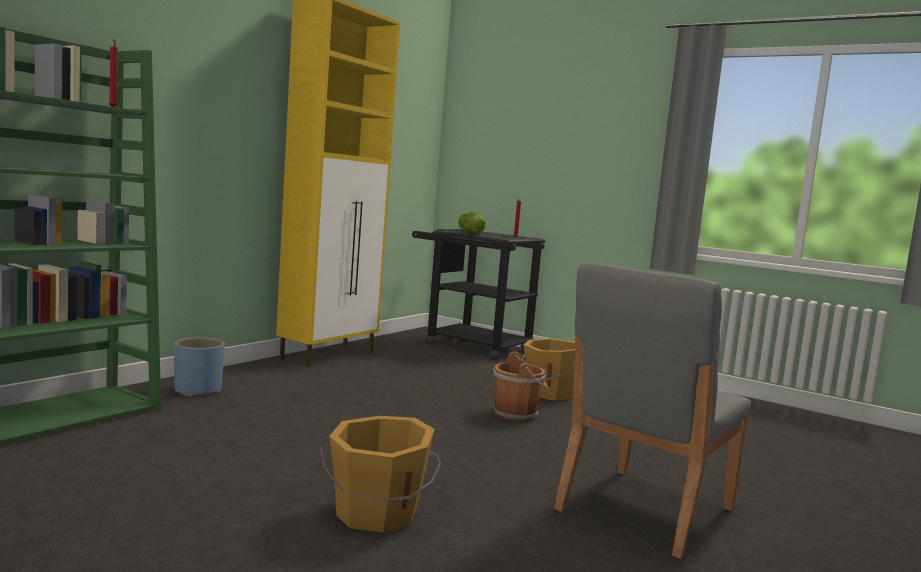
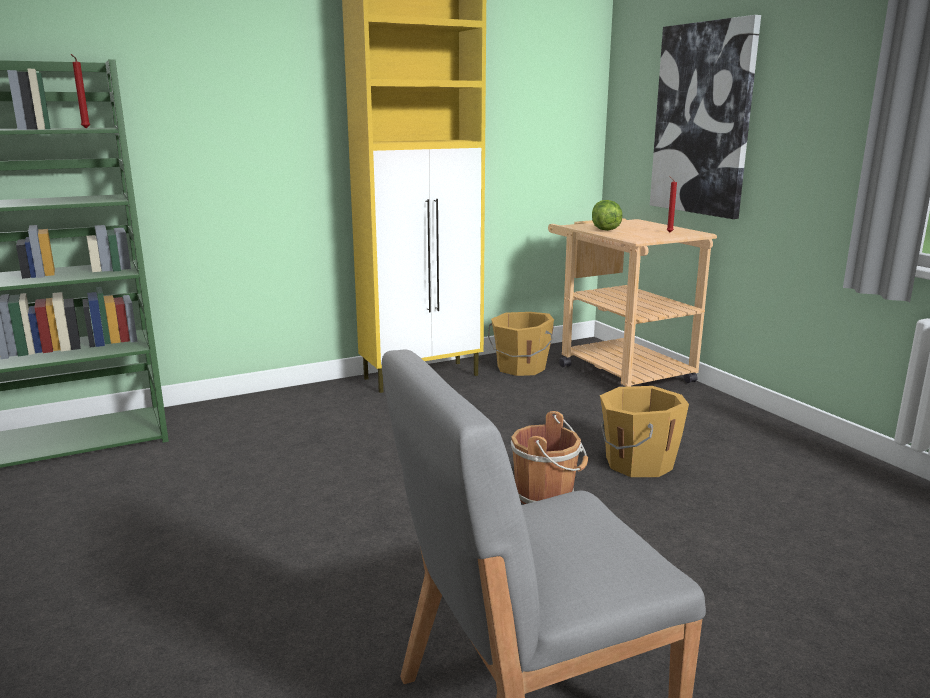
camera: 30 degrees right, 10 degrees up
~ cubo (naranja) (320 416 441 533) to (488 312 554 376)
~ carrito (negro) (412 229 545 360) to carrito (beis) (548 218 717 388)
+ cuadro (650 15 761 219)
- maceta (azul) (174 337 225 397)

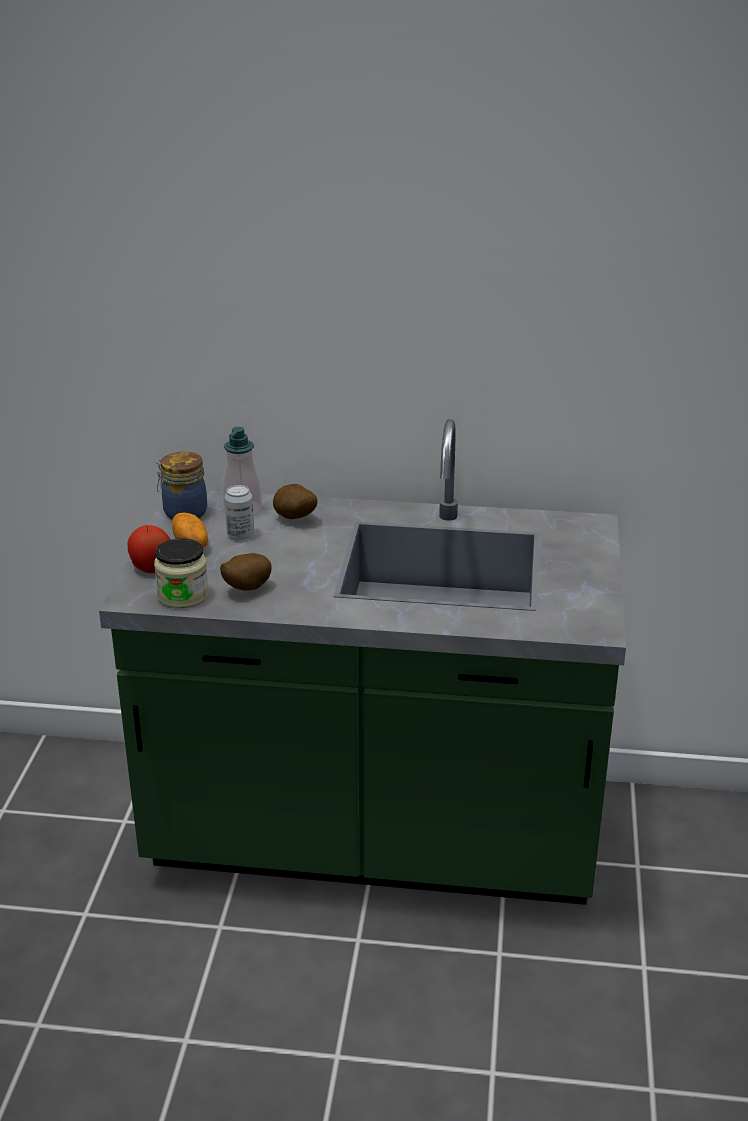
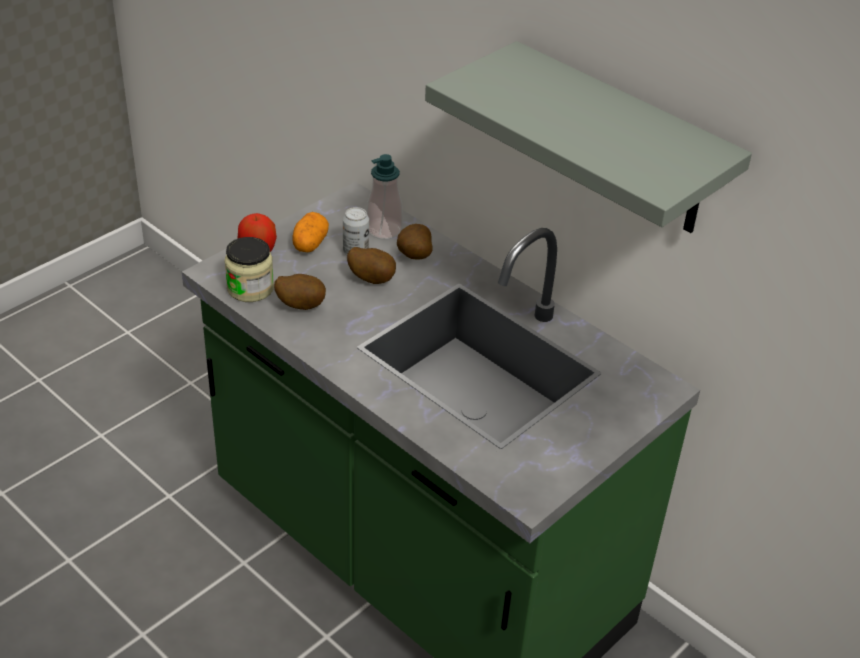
camera: 35 degrees right, 10 degrees up
+ patata (347 247 396 284)
+ estante (gris) (425 41 752 233)
- tarro (156 451 207 519)

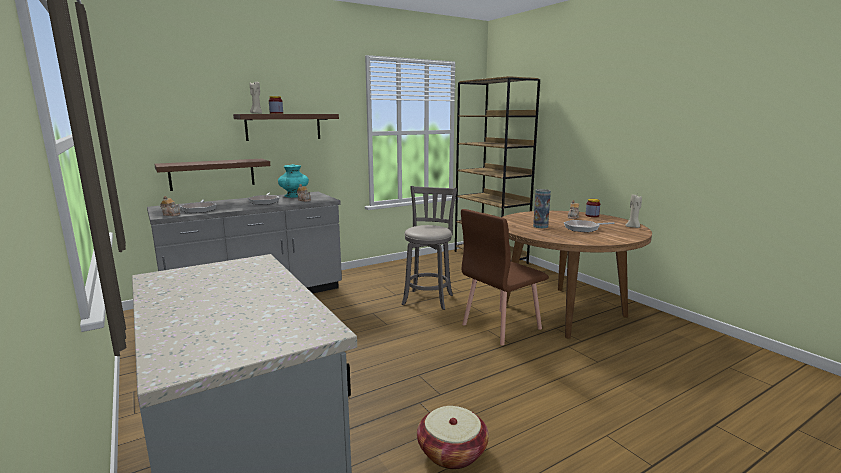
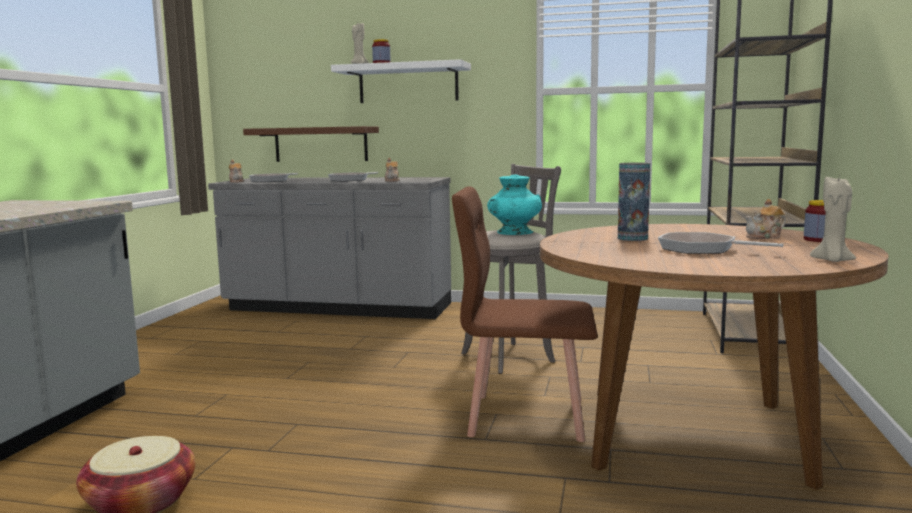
camera: 45 degrees right, 5 degrees down
~ estante (marrón) (233 114 339 141) to estante (blanco) (331 59 471 103)
~ florero (turquesa) (278 164 309 198) to (487 175 542 235)

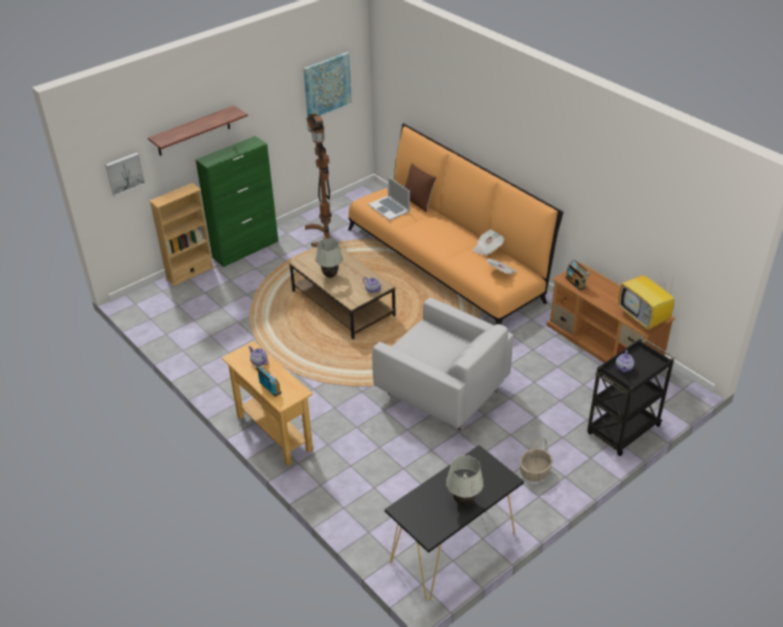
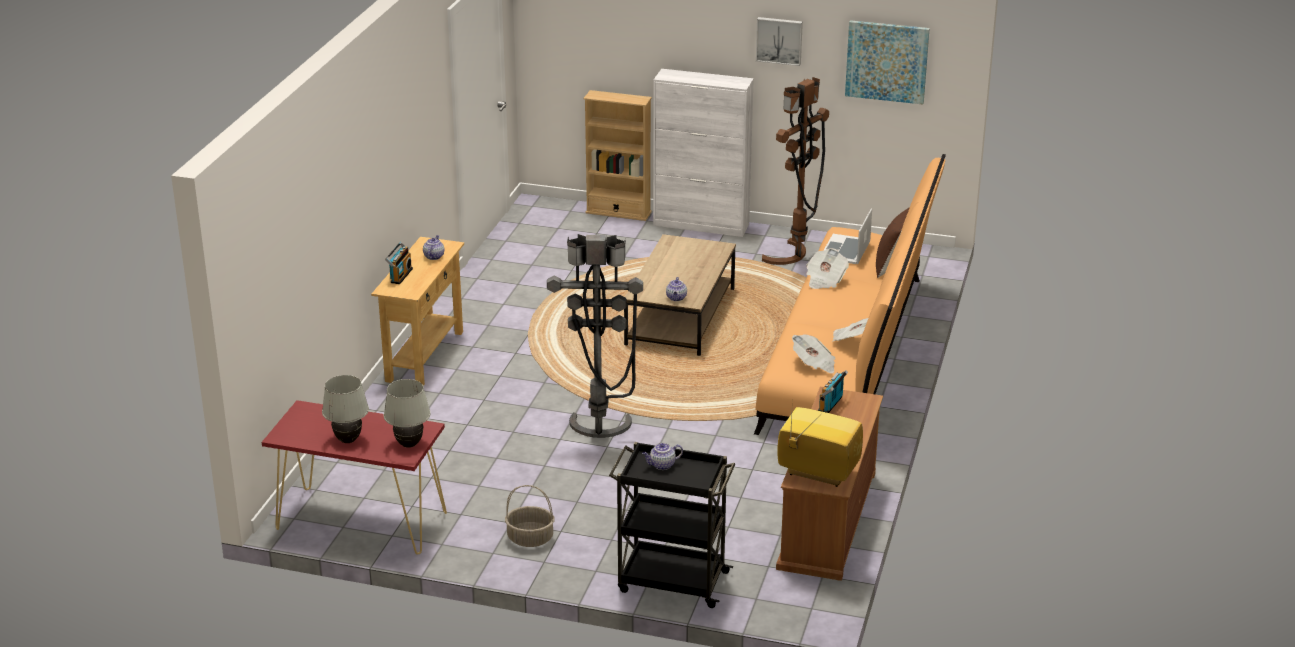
camera: 55 degrees right, 10 degrees down
~ mesa consola (negro) (385 445 524 600) to mesa consola (rojo) (262 400 447 555)
~ lámpara de mesa (blanco) (315 238 343 278) to (384 379 431 448)
~ sillón (blanco) (372 298 513 430) to lámpara de pie (gris) (547 234 643 438)
~ armario (verde) (195 136 278 267) to armario (blanco) (653 69 754 237)
~ cuadro (105 153 145 196) to (756 17 803 66)
~ televisor (618 271 675 331) = (777 396 863 487) 90 degrees clockwise
+ periódico (806 248 849 289)
- estante (148 106 248 156)

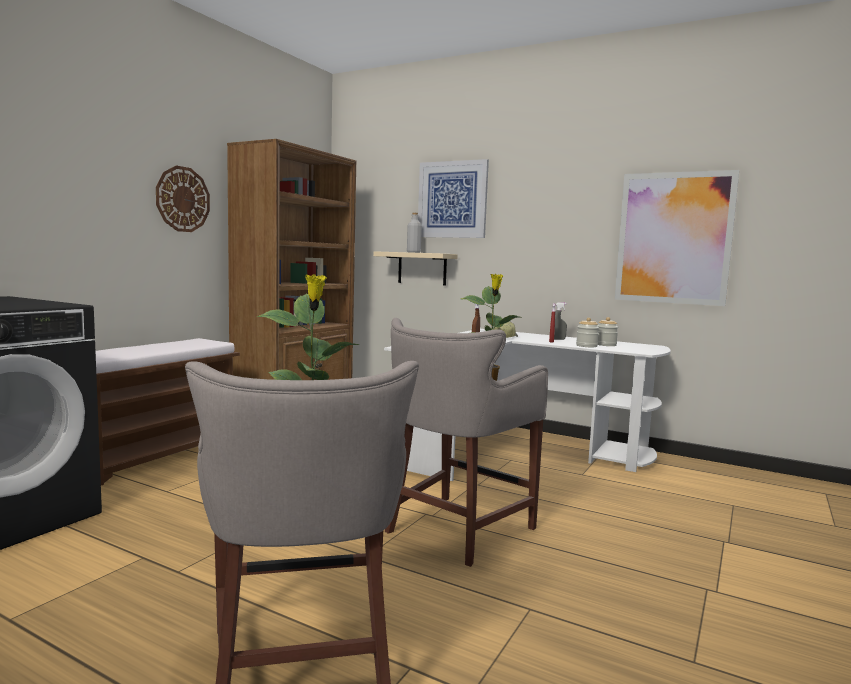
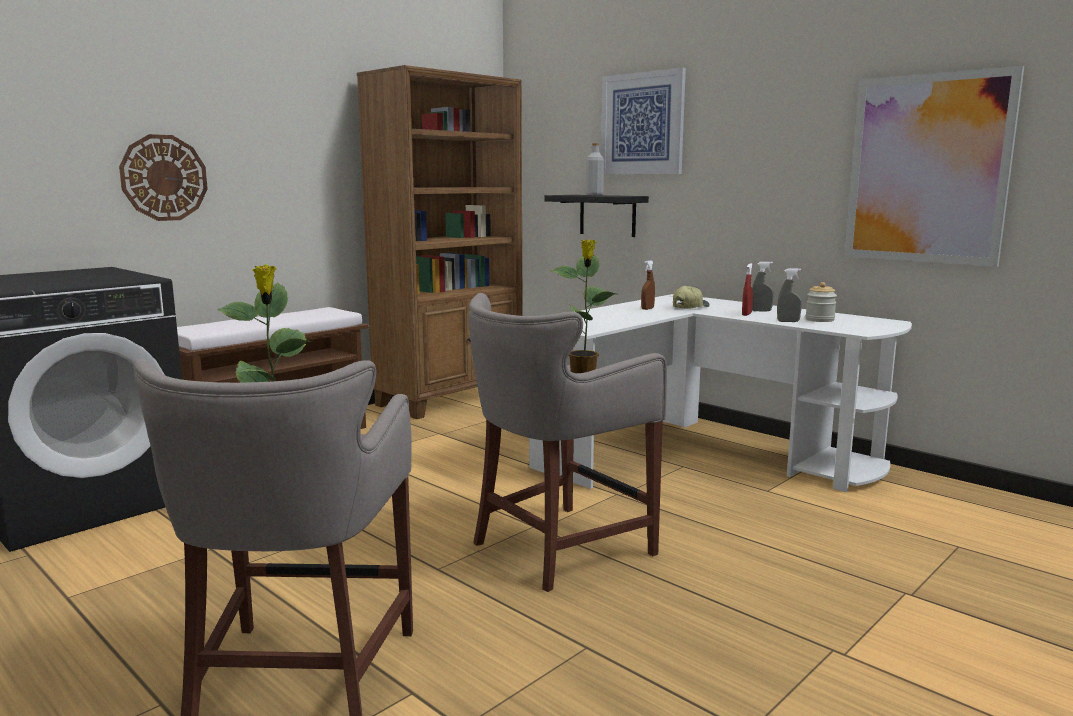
camera: 15 degrees right, 5 degrees up
~ reloj de pared (156 166 210 232) to (119 134 208 221)
~ estante (beis) (373 251 458 286) to estante (negro) (545 195 649 237)
~ tarro (576 318 599 347) to pulverizador (gris) (777 268 802 322)

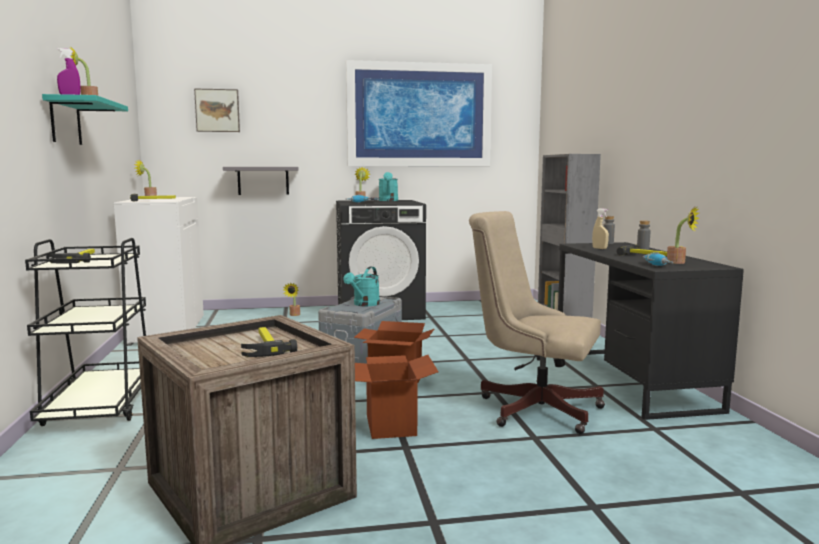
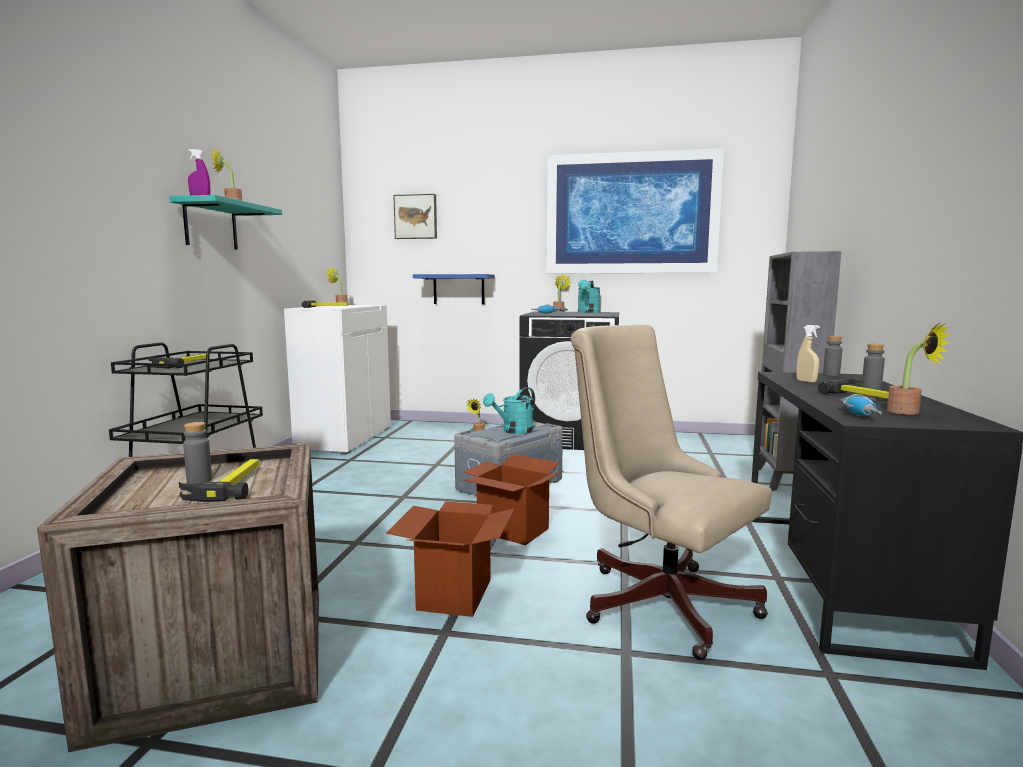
camera: 20 degrees right, 0 degrees up
+ botella (gris) (183 422 212 484)
~ estante (gris) (223 167 299 195) to estante (azul) (413 274 495 304)

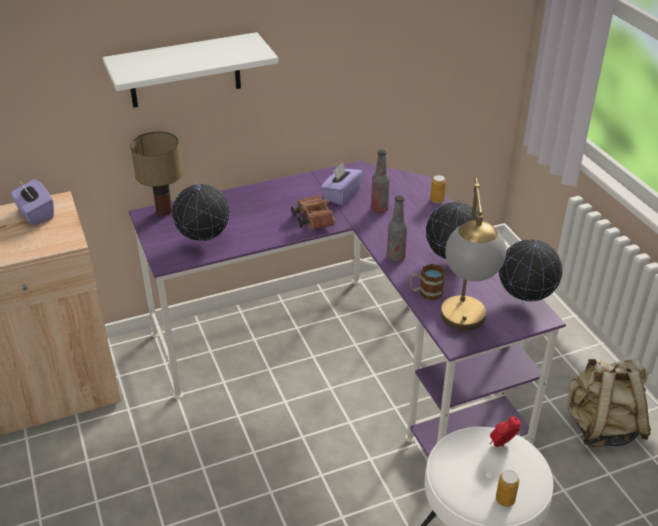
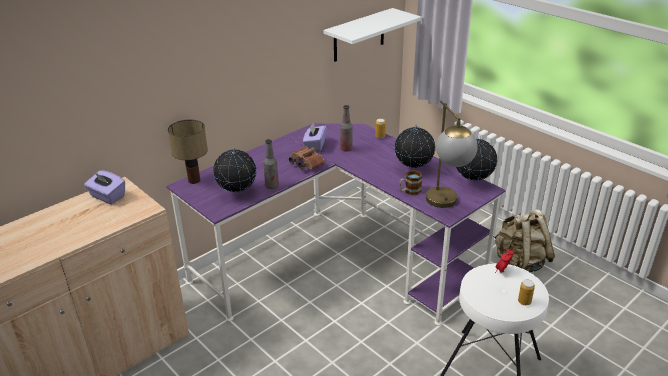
camera: 20 degrees left, 5 degrees down
~ botella (387 195 407 262) to (263 139 279 189)
~ estante (blanco) (103 32 279 108) to (323 8 422 62)

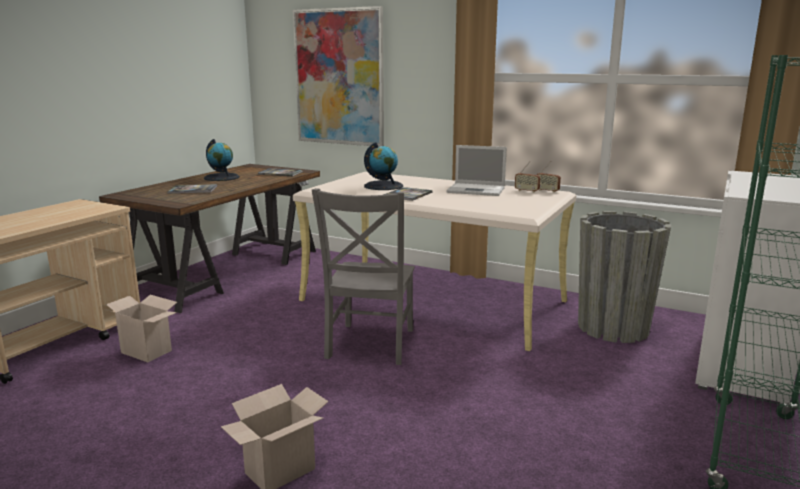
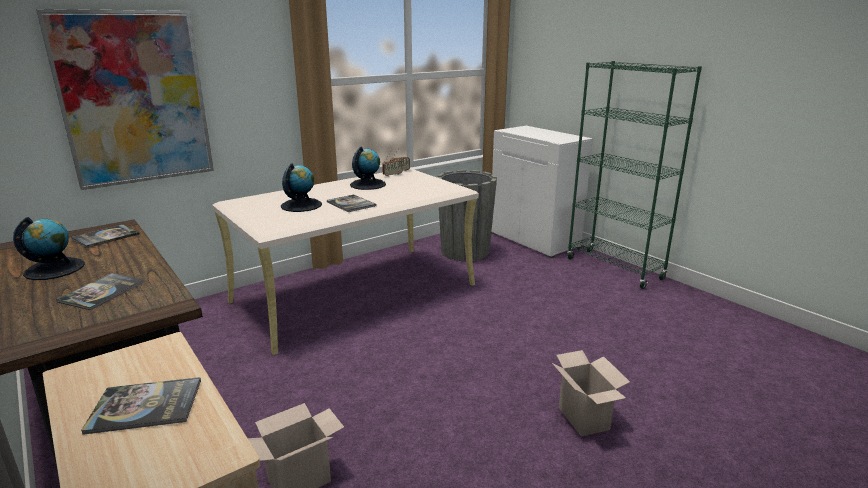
camera: 65 degrees left, 5 degrees up
+ libro (81 377 201 435)
~ portátil (447 145 507 196) to globo terráqueo (350 147 386 190)
- silla (gris) (312 188 415 365)

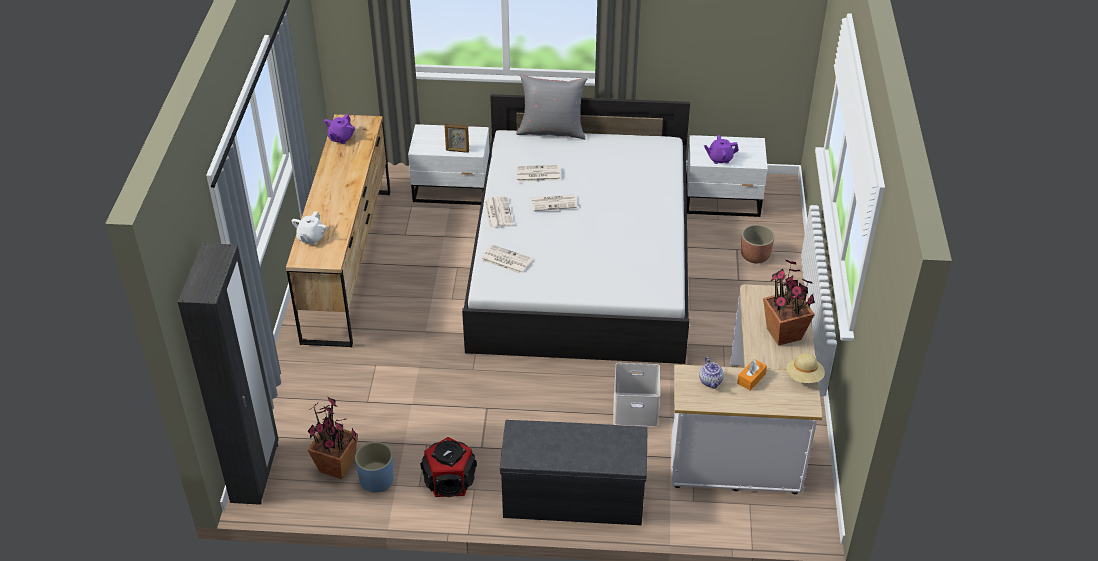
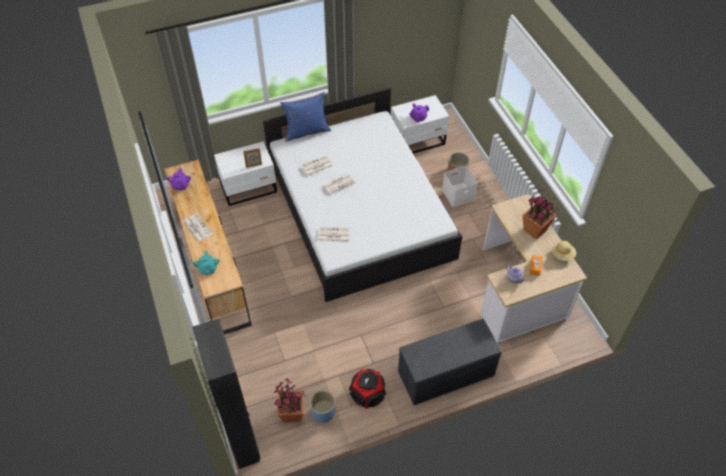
camera: 25 degrees left, 10 degrees up
~ periódico (485 196 513 228) to (183 213 212 242)
~ tetera (blanco) (292 211 327 245) to tetera (turquesa) (192 251 220 275)
~ cojín (gris) (516 74 587 140) to cojín (azul) (280 92 331 142)
~ caja de almacenaje (blanco) (613 363 660 427) to (442 166 478 207)

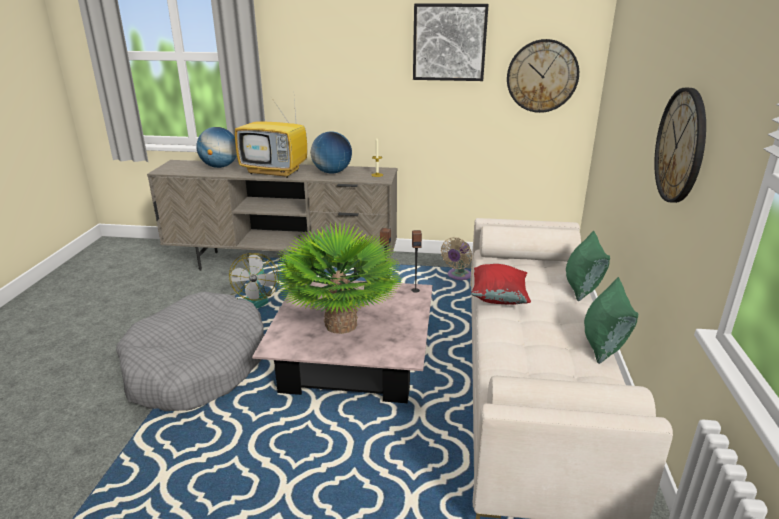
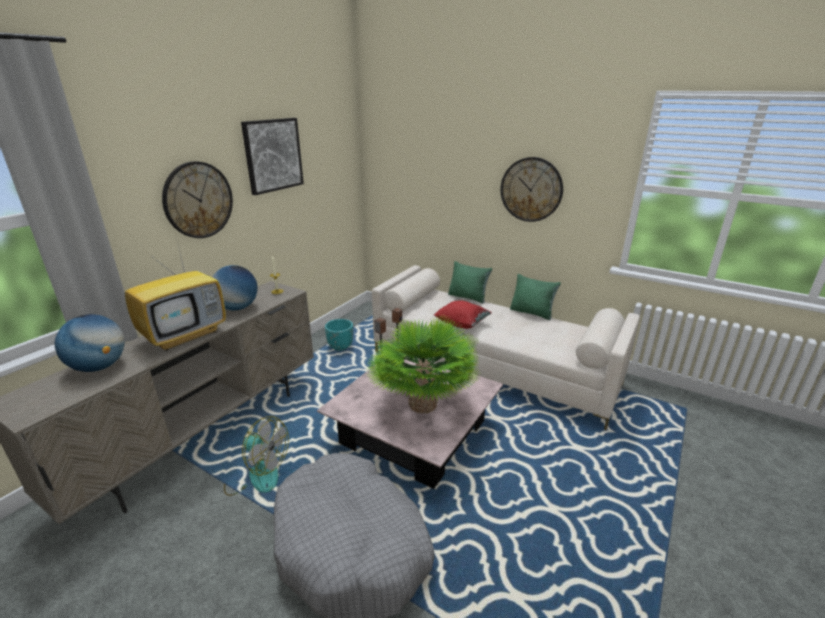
camera: 65 degrees left, 0 degrees up
~ reloj de pared (507 39 579 113) to (162 161 233 238)
~ ventilador (beis) (441 237 472 280) to maceta (turquesa) (325 319 353 351)

